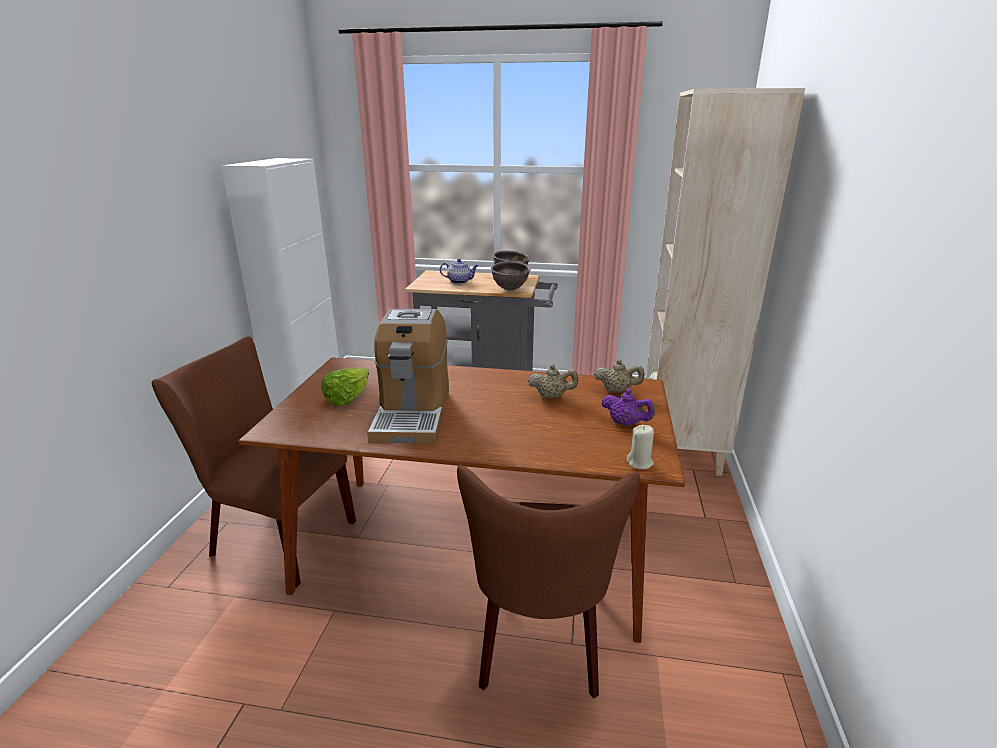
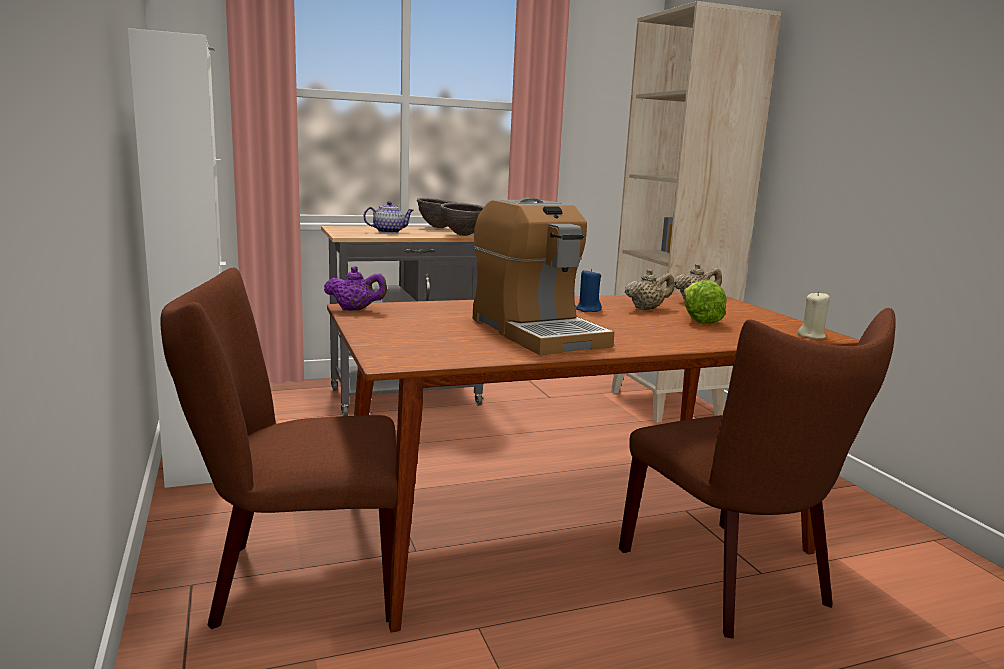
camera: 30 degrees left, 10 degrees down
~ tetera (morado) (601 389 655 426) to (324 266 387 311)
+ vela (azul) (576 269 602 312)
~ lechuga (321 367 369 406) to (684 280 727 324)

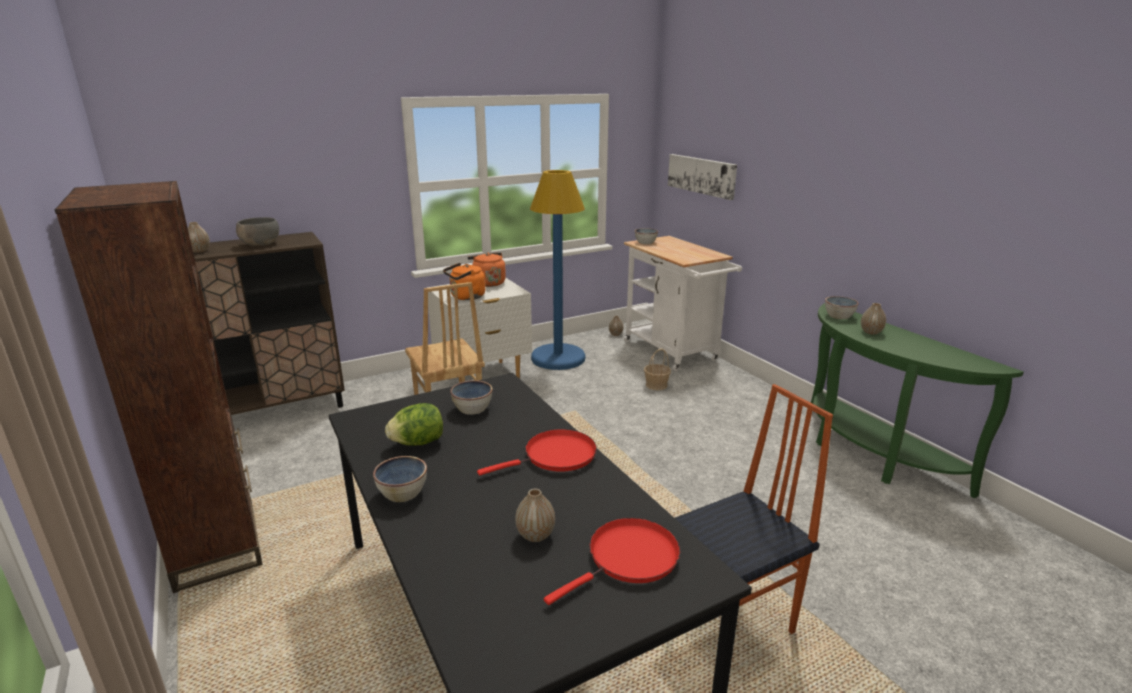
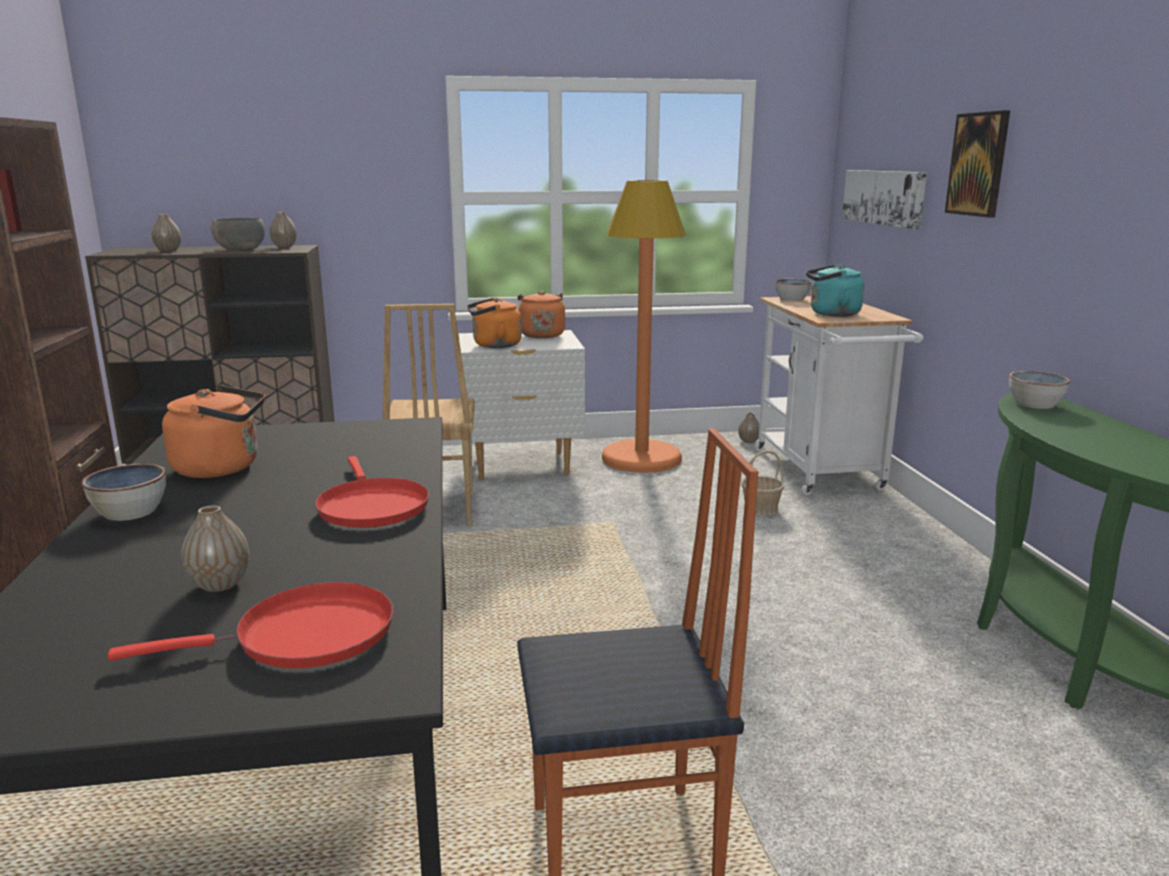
camera: 20 degrees right, 5 degrees down
~ lechuga (385 403 443 446) to hervidor (naranja) (162 385 265 478)
~ florero (861 303 886 335) to (270 212 297 248)
~ sartén (rojo) (477 429 597 476) = (315 456 429 528) 75 degrees clockwise
~ lámpara de pie (azul) (530 170 585 370) to lámpara de pie (naranja) (602 180 686 473)
+ hervidor (turquesa) (806 264 864 317)
+ cuadro (945 110 1010 218)
- cuenco (450 380 492 415)

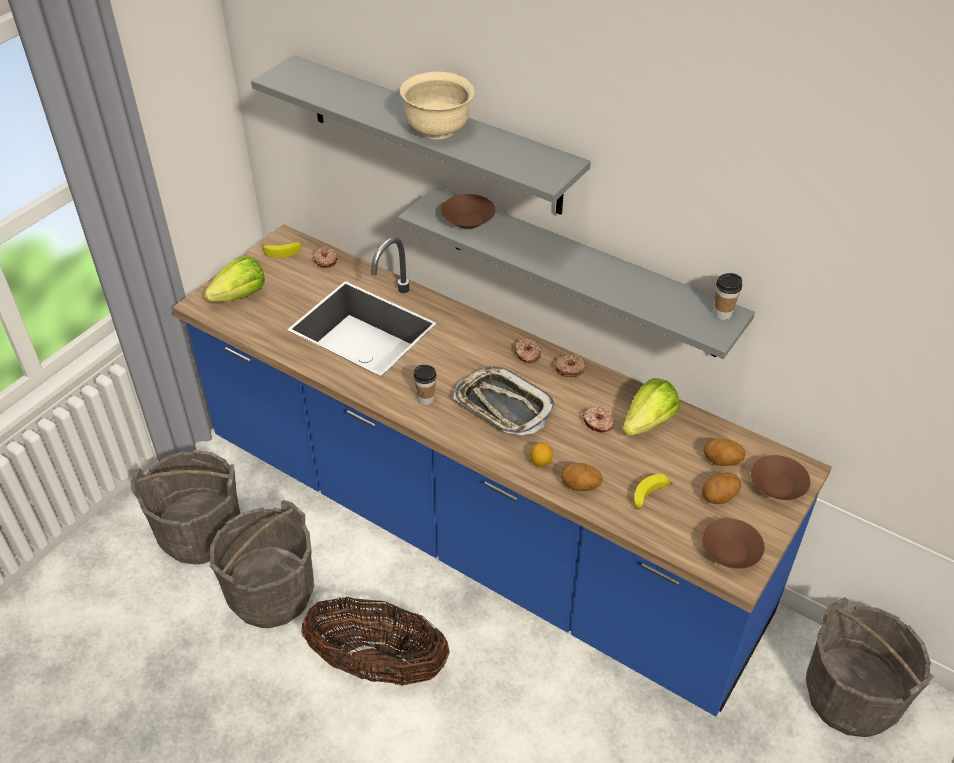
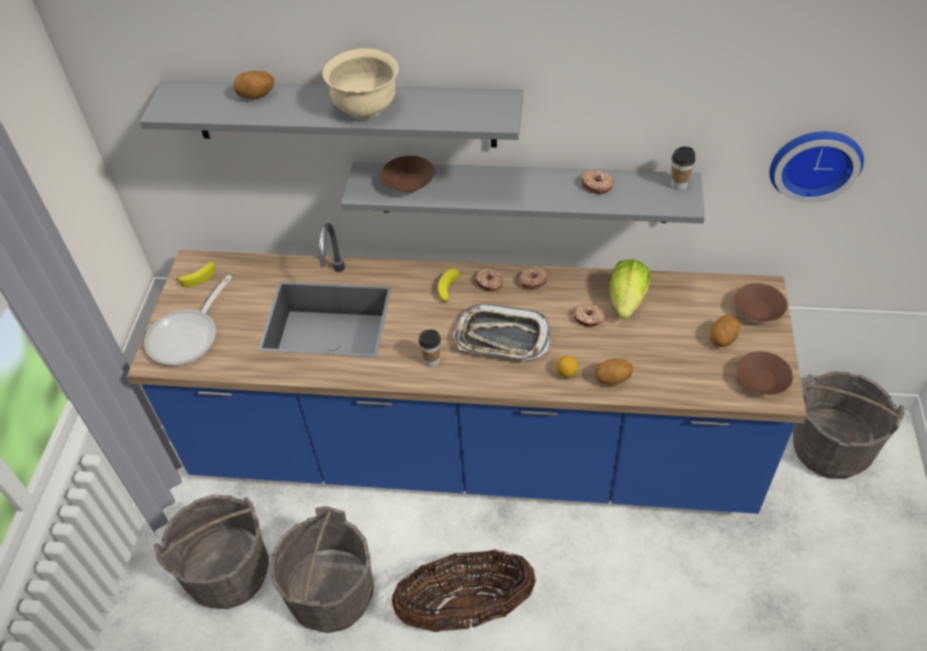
camera: 25 degrees left, 5 degrees up
~ lechuga (204 256 265 302) to sartén (144 275 232 366)
~ patata (704 438 746 466) to (233 71 274 100)
~ plátano (633 474 673 510) to (438 269 463 303)
~ rosquilla (313 247 338 268) to (581 170 614 194)
+ reloj de pared (769 131 864 203)

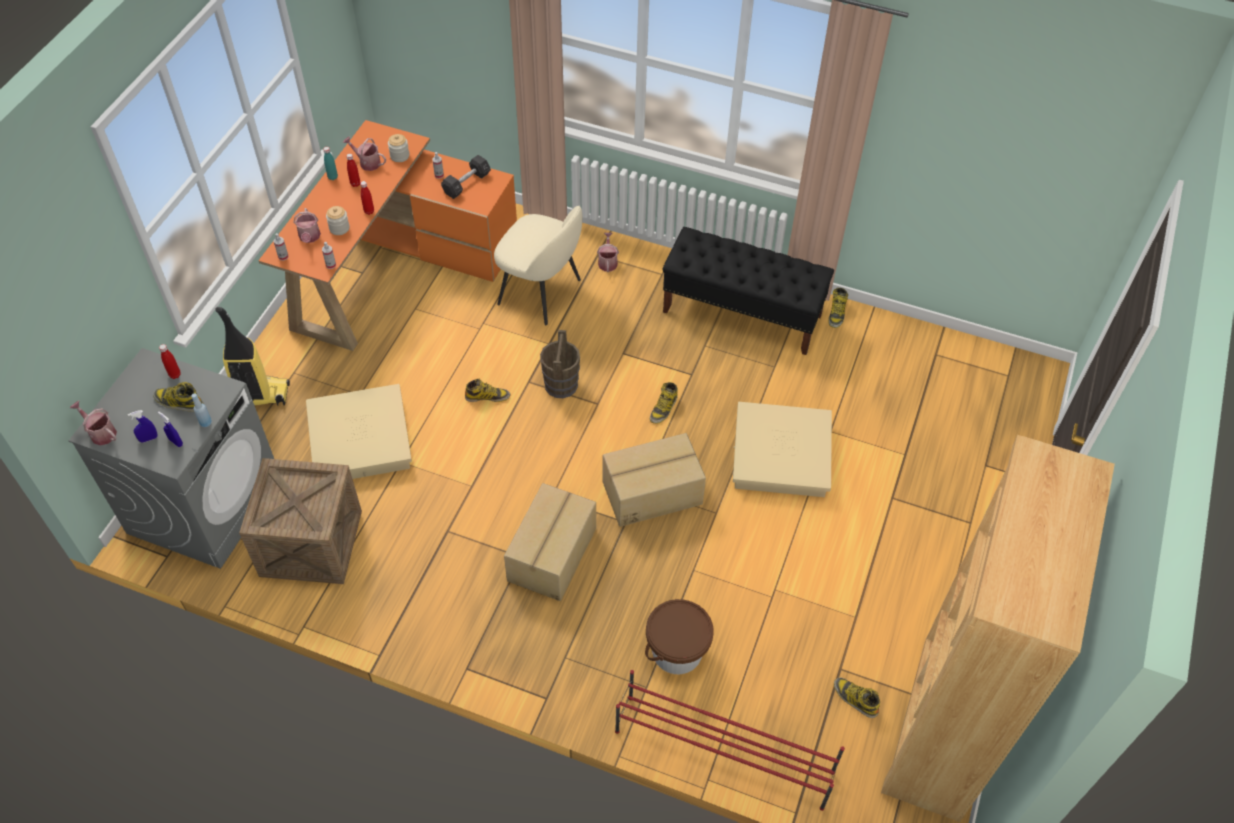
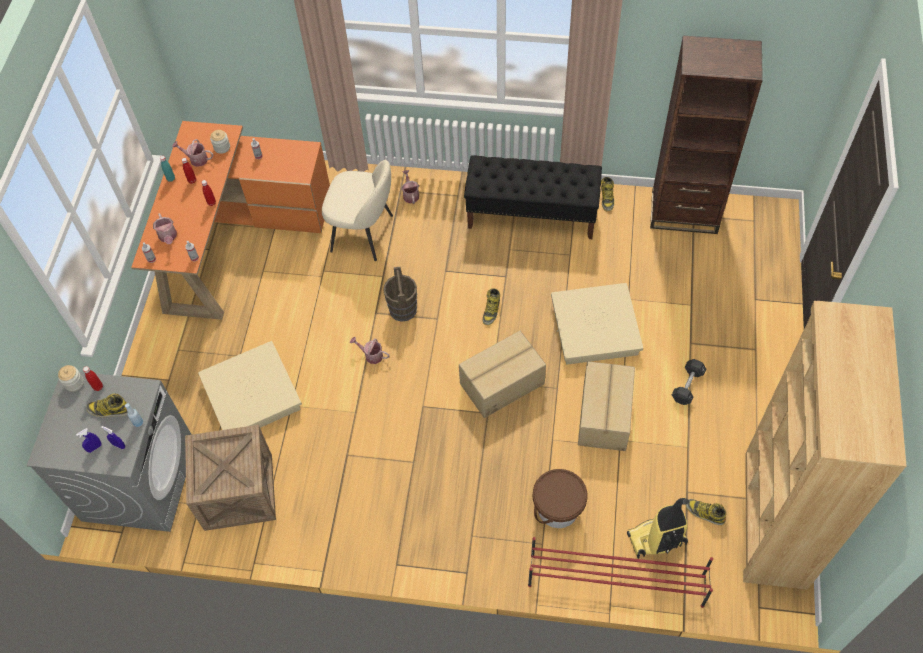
camera: 10 degrees left, 5 degrees up
~ tarro (326 206 349 235) to (58 365 84 392)
~ regadera (70 401 117 445) to (350 337 389 364)
~ caja de cartón (504 483 596 601) to (578 361 635 451)
~ aspiradora (215 307 290 406) to (627 498 689 559)
+ estantería (marrón) (650 35 763 234)
~ mancuerna (negro) (441 155 491 199) to (672 359 706 405)
- bota (465 379 510 402)

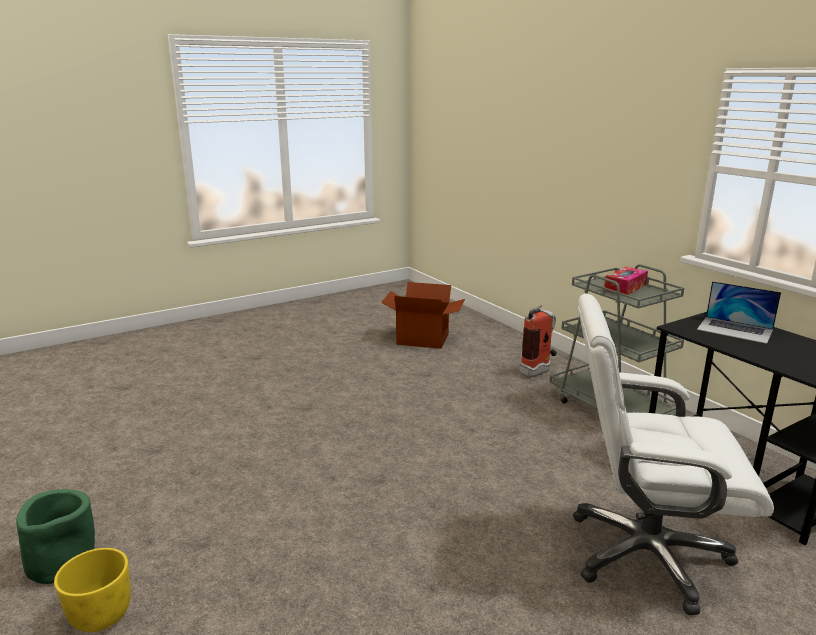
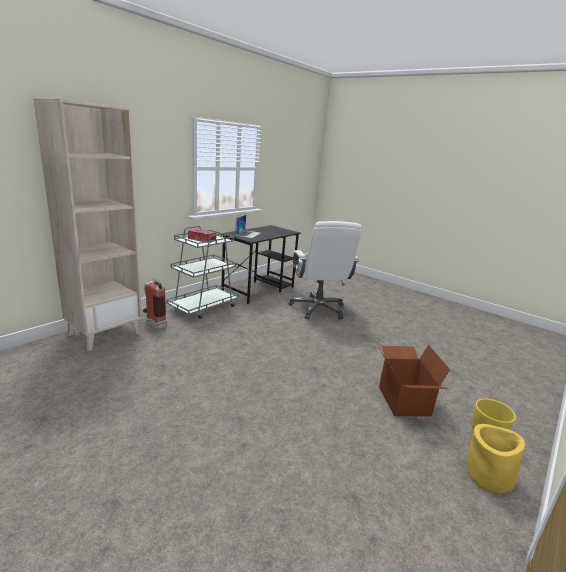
camera: 110 degrees left, 0 degrees up
+ estantería (beis) (34 98 142 351)
~ caja de cartón (381 282 465 349) to (378 345 450 417)
~ maceta (verde) (17 489 95 584) to maceta (amarillo) (467 424 525 494)

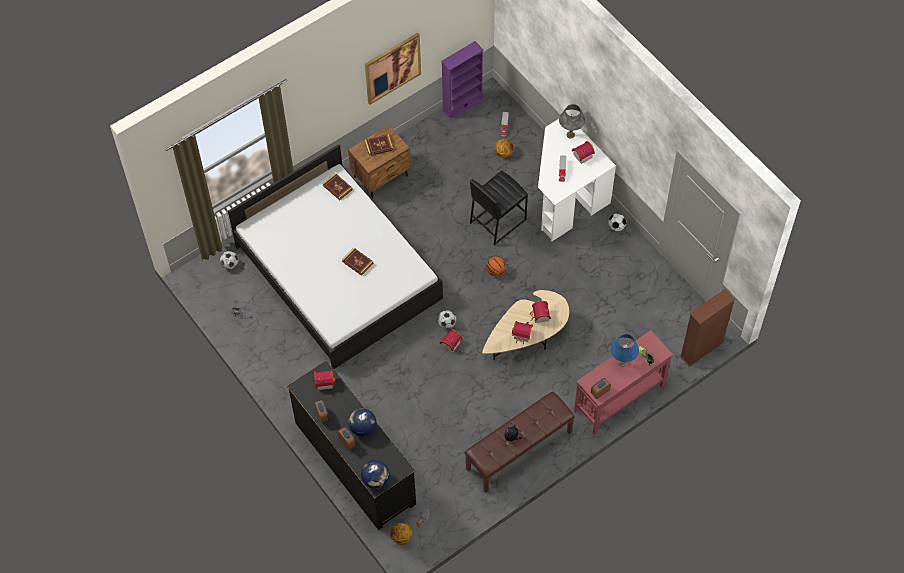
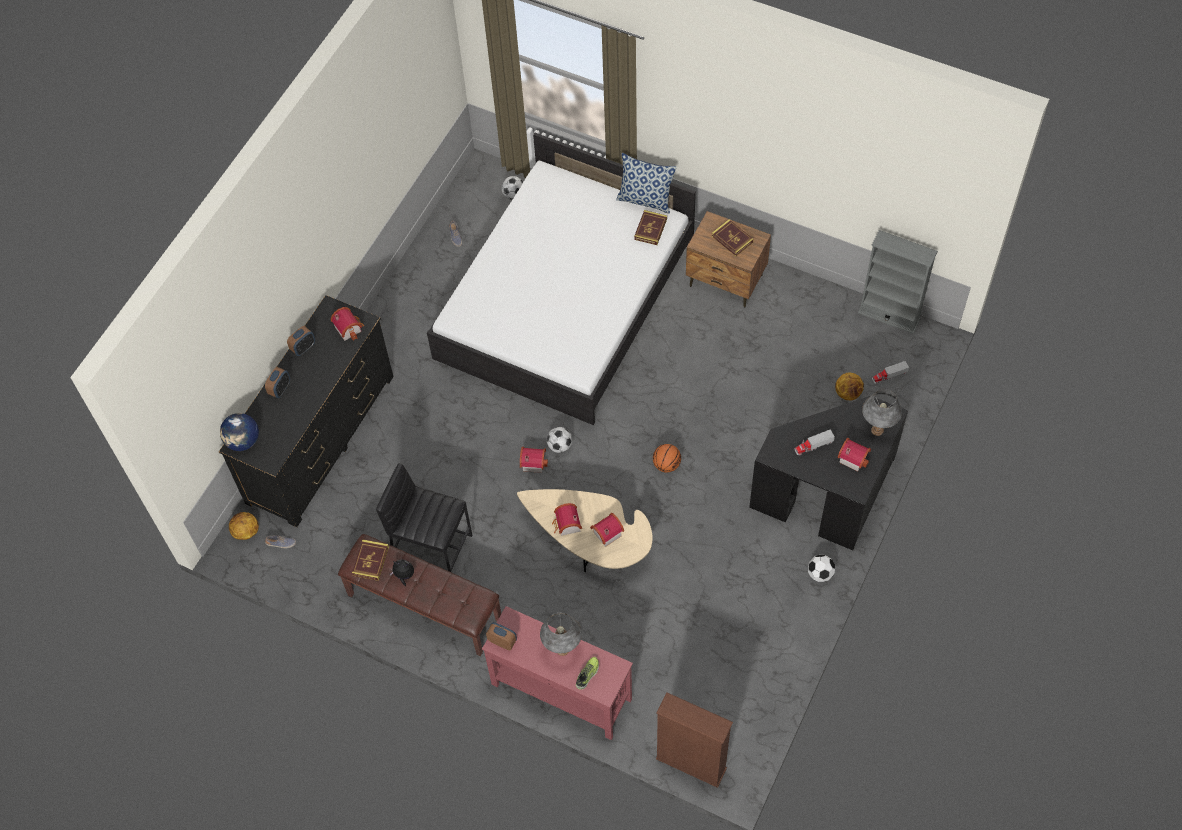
camera: 65 degrees right, 0 degrees up
~ libro (342 248 373 276) to (352 539 389 581)
~ taburete (negro) (470 171 528 245) to (376 463 473 573)
~ lámpara de mesa (azul) (611 334 639 367) to lámpara de mesa (gris) (540 612 582 656)
+ cojín (616 153 677 214)
~ escritorio (blanco) (538 119 616 242) to escritorio (negro) (749 396 908 550)
~ estantería (morado) (441 41 484 120) to estantería (gris) (858 230 938 334)
- globo terráqueo (348 408 376 437)
- cuadro (365 33 421 105)

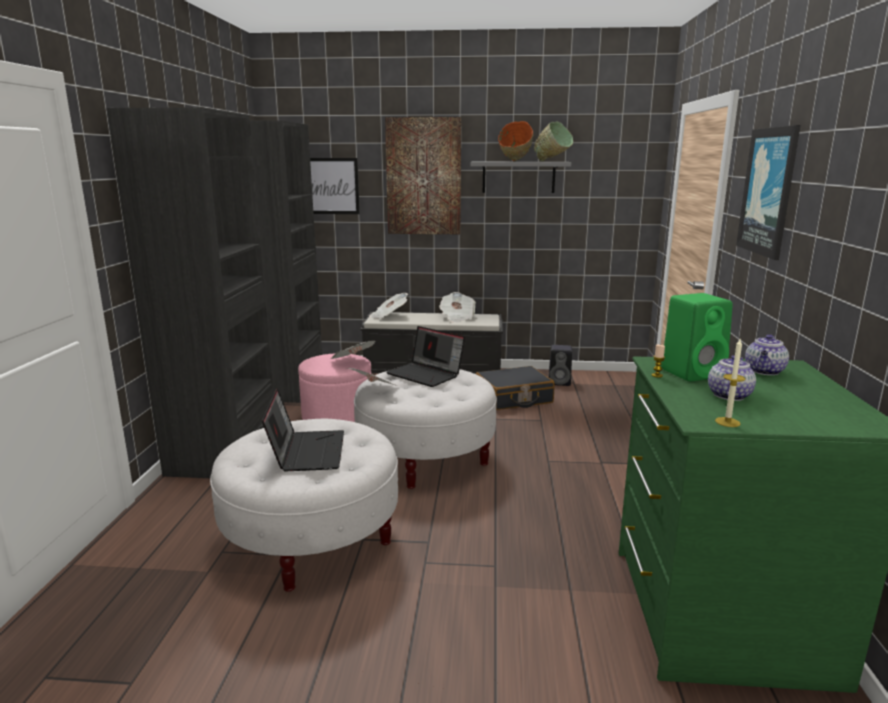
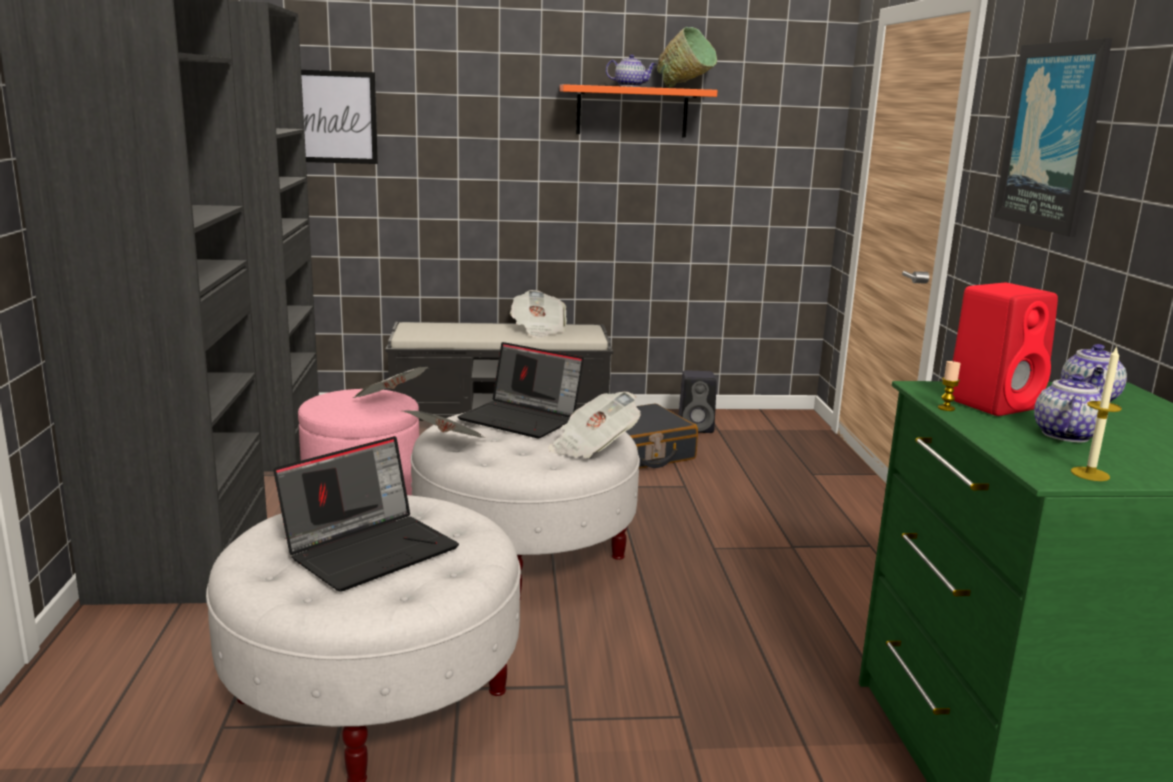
camera: 10 degrees left, 0 degrees up
~ portátil (262 388 344 472) = (273 436 459 592) 60 degrees clockwise
~ periódico (369 293 408 319) to (548 392 641 459)
~ estante (gris) (470 162 571 193) to estante (naranja) (560 84 718 138)
~ cuenco (naranja) (498 121 534 161) to tetera (606 54 656 87)
~ altavoz (verde) (661 293 733 382) to altavoz (rojo) (952 283 1058 416)
- cuadro (385 117 461 234)

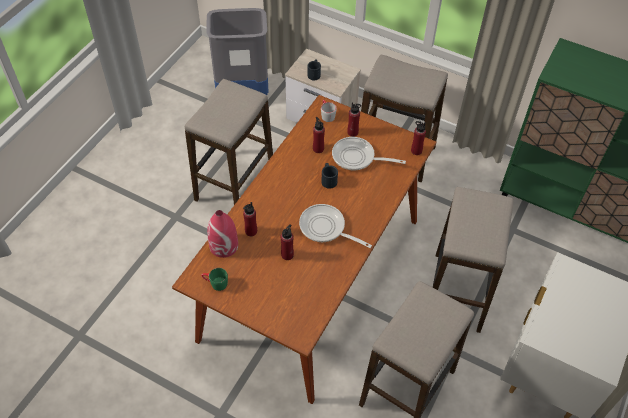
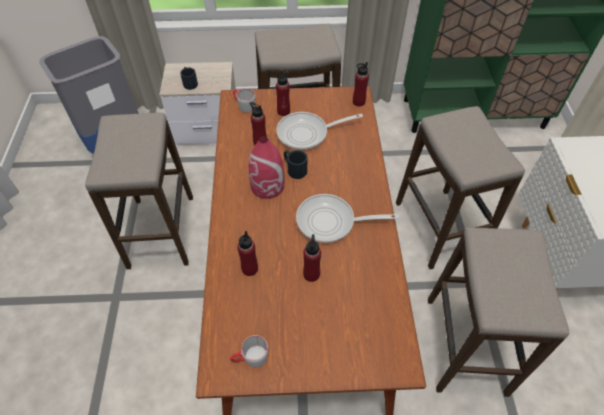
camera: 30 degrees left, 0 degrees up
~ taza grande (verde) (202 268 228 291) to taza grande (gris) (230 335 269 367)
~ florero (rojo) (207 210 238 258) to (249 137 285 199)

